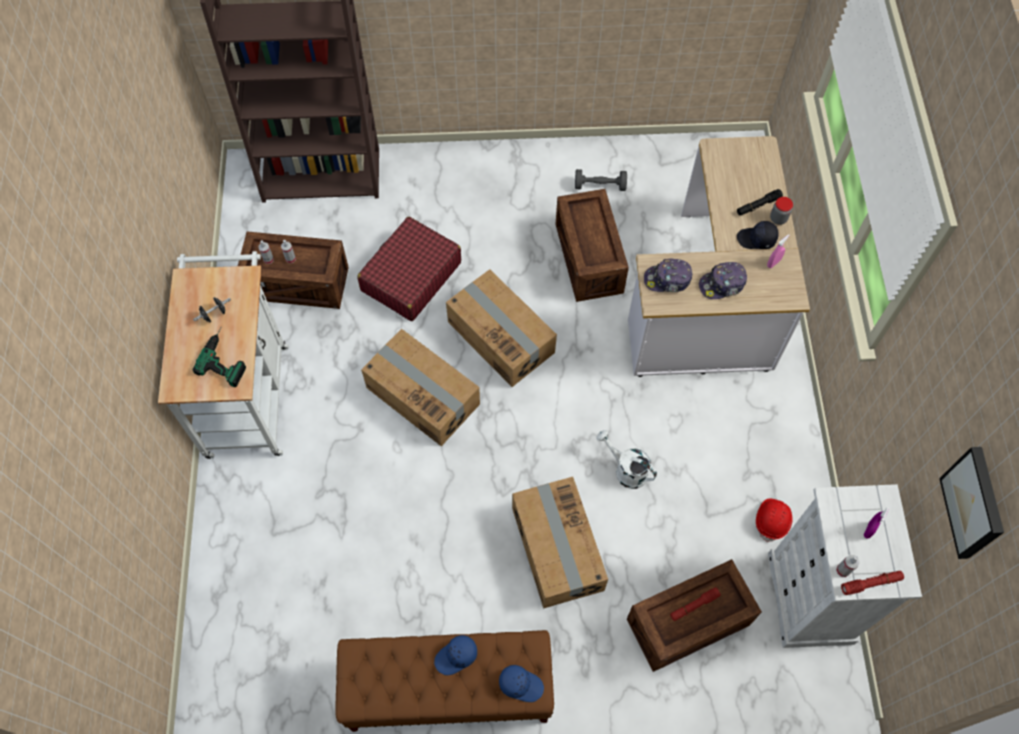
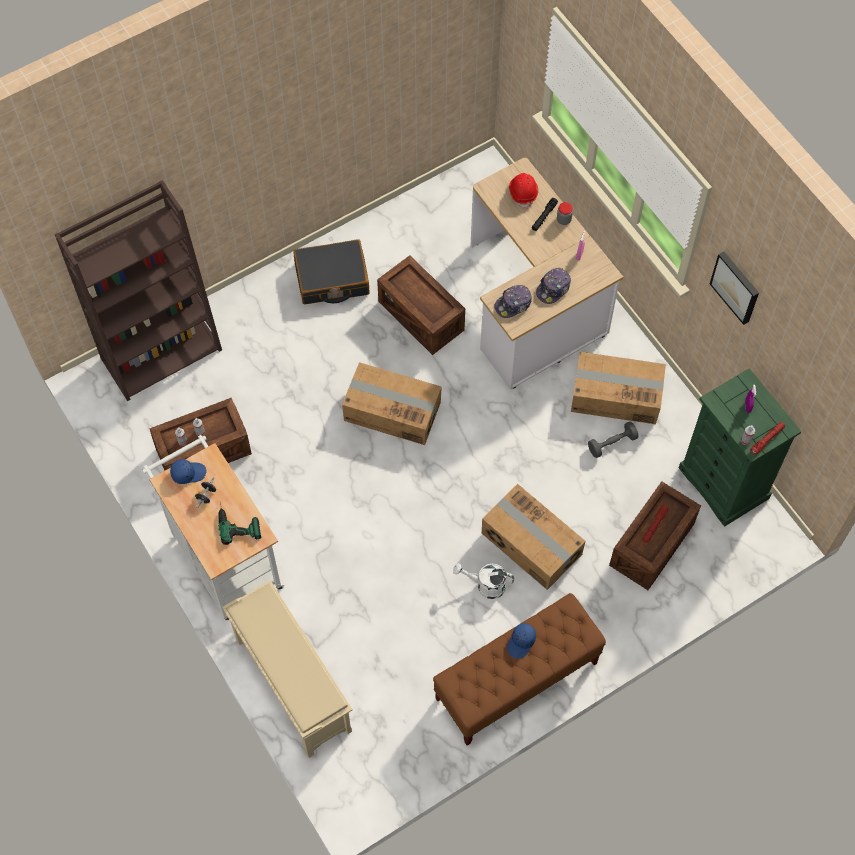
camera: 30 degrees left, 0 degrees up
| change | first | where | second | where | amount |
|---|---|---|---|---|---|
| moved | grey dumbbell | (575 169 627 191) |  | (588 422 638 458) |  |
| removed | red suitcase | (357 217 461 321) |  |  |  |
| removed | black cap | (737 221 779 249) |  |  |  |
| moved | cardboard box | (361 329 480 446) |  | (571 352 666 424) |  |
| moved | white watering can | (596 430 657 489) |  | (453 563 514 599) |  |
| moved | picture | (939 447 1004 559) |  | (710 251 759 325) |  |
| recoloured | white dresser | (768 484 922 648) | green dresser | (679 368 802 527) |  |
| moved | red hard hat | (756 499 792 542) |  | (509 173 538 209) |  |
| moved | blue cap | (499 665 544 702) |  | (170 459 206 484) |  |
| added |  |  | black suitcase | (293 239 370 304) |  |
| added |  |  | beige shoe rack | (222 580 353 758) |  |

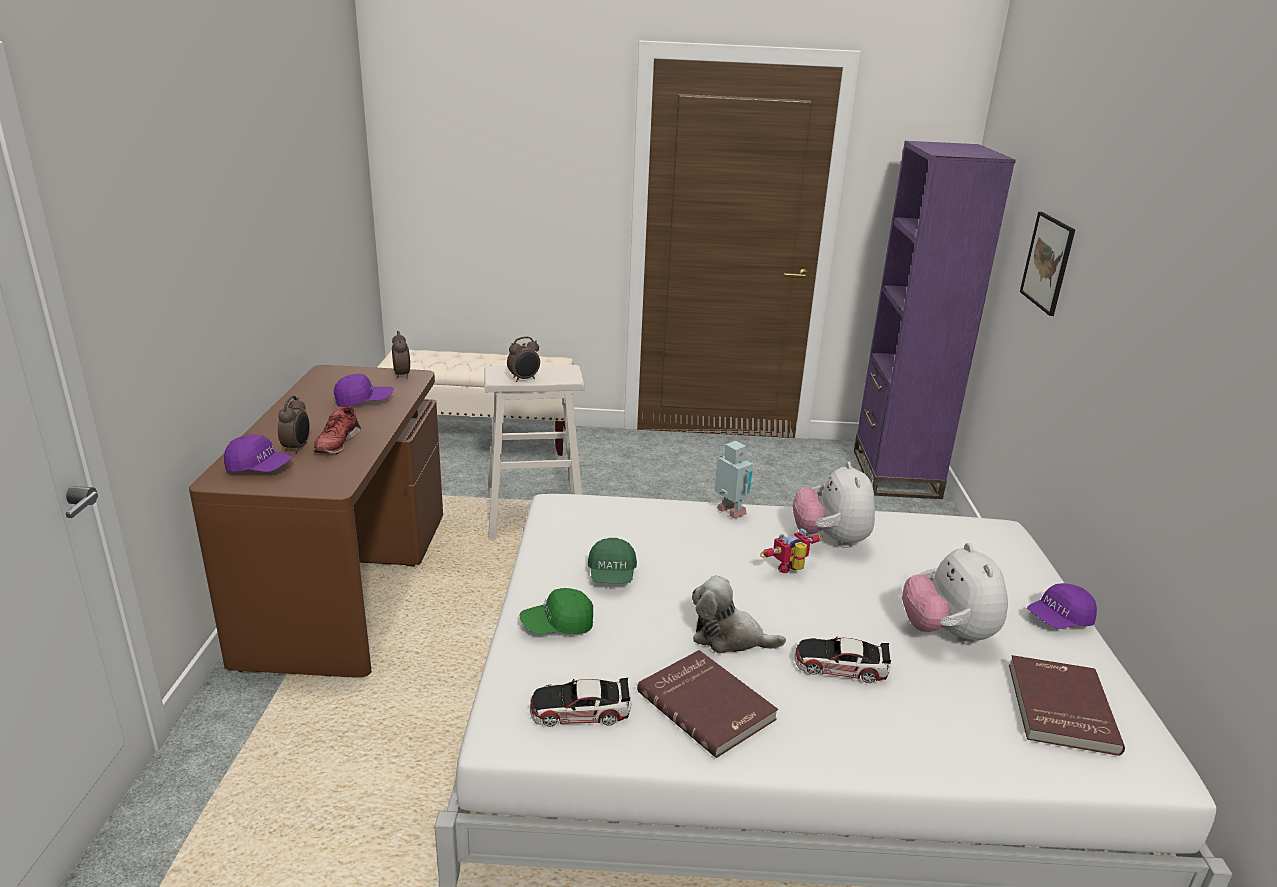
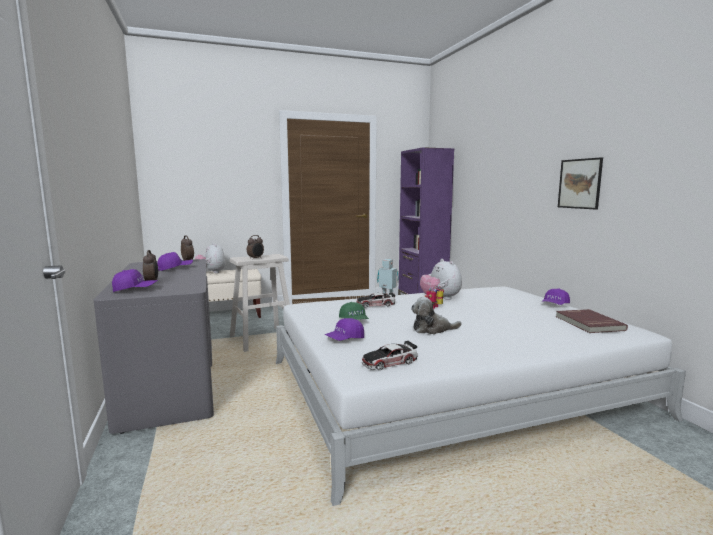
camera: 20 degrees left, 15 degrees down
| change | first | where | second | where | amount |
|---|---|---|---|---|---|
| moved | picture | (1020 212 1075 316) |  | (558 157 603 210) |  |
| recoloured | brown desk | (189 365 443 678) | grey desk | (94 259 214 434) |  |
| removed | red shoe | (313 407 361 454) |  |  |  |
| moved | plush toy | (902 543 1008 644) |  | (195 243 226 273) |  |
| recoloured | green cap | (519 588 593 634) | purple cap | (325 318 364 341) |  |
| moved | toy car | (795 637 891 683) |  | (356 292 395 308) |  |
| removed | red book | (637 650 778 758) |  |  |  |

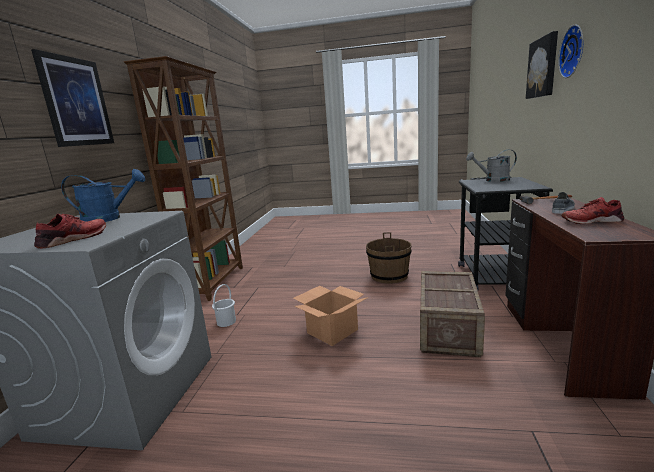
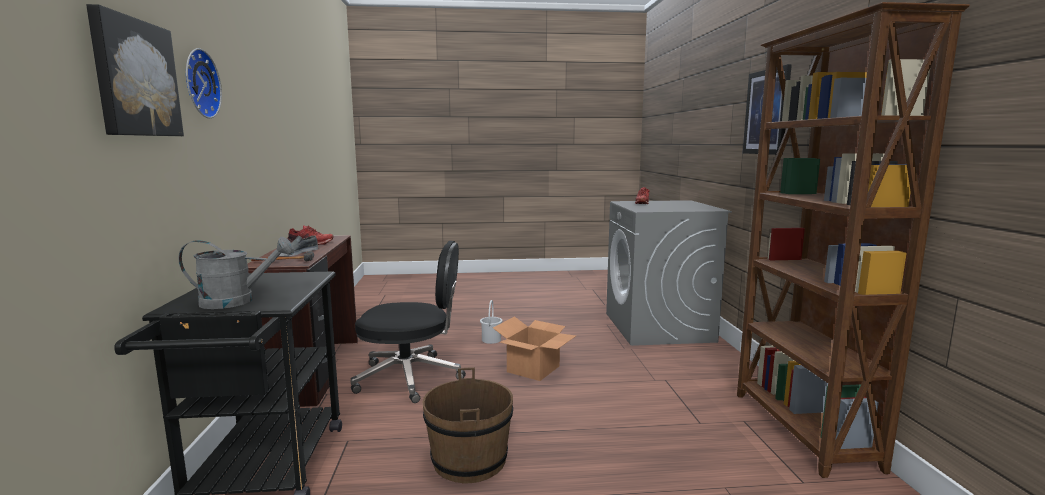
camera: 165 degrees right, 5 degrees down
| change | first | where | second | where | amount |
|---|---|---|---|---|---|
| removed | blue watering can | (61 169 145 222) |  |  |  |
| replaced | crate | (420 271 485 357) | black office chair | (350 241 466 403) |  |
| moved | white bucket | (212 284 236 327) |  | (480 300 502 344) |  |

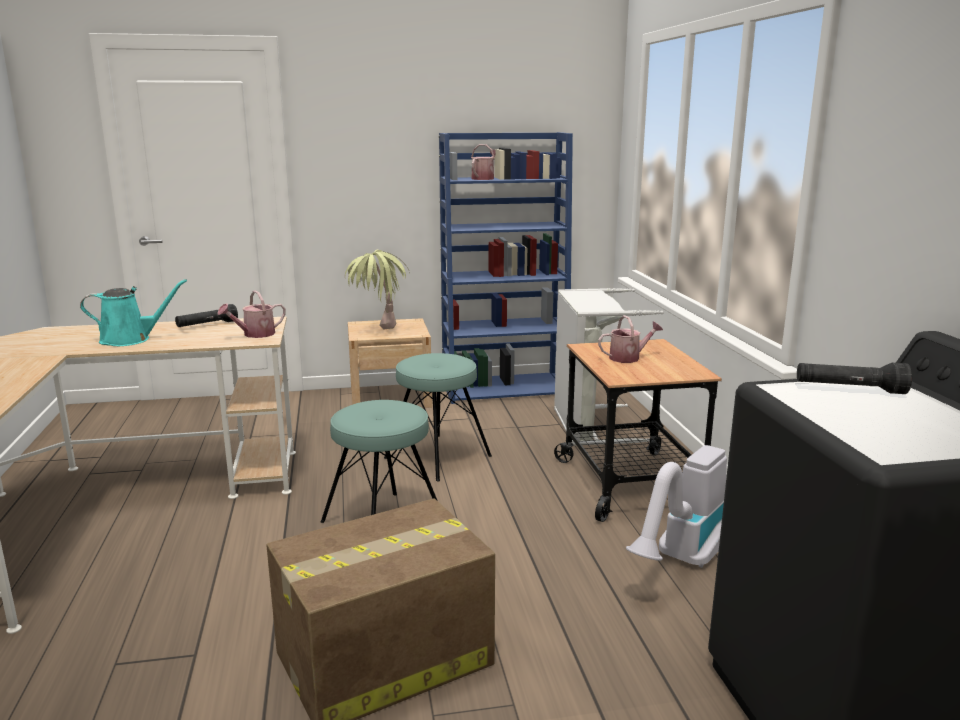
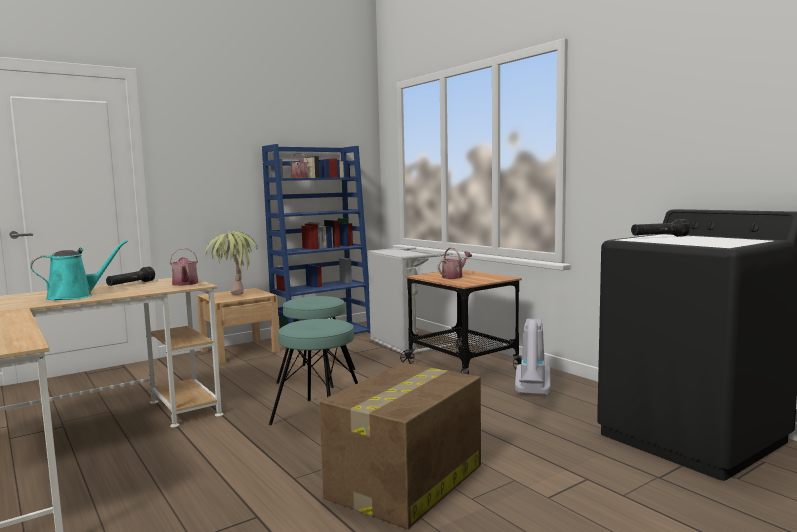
camera: 25 degrees left, 10 degrees down
| change | first | where | second | where | amount |
|---|---|---|---|---|---|
| turned | watering can | (217 291 286 338) |  | (169 248 198 286) | 45 degrees counterclockwise |

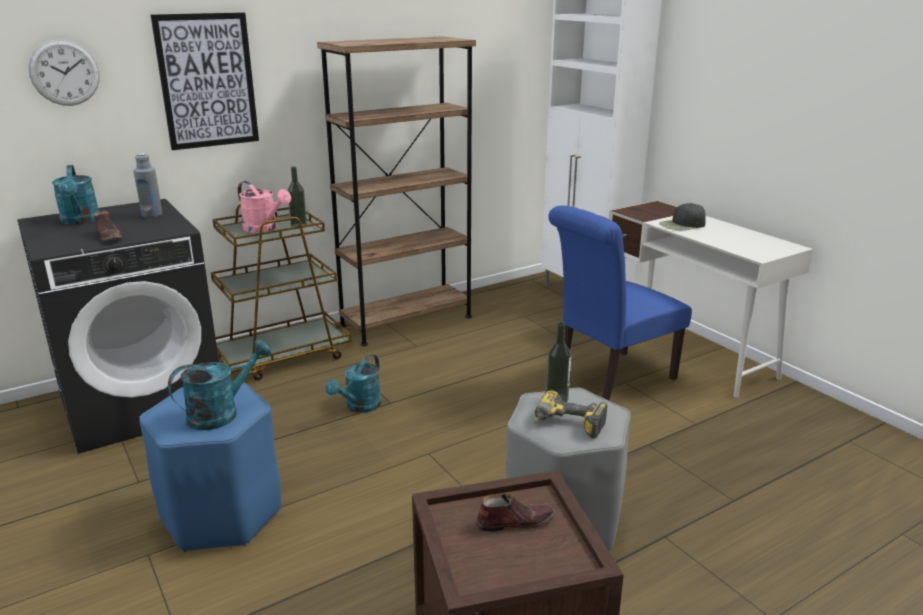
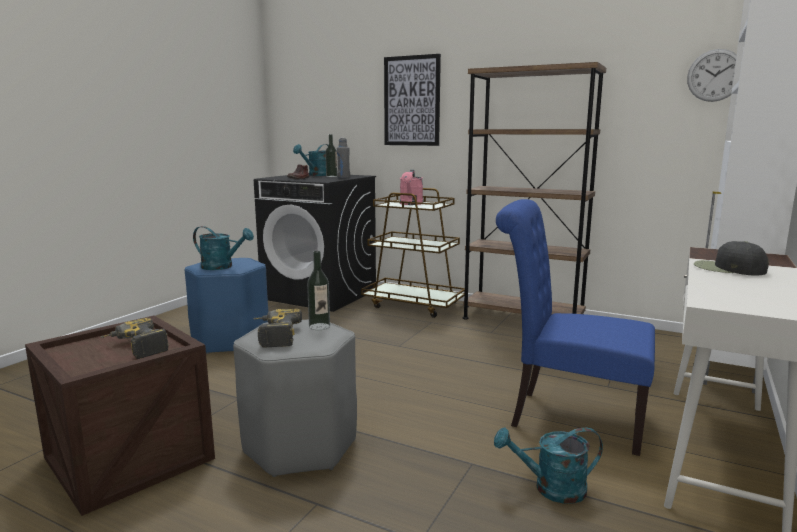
camera: 60 degrees right, 10 degrees down
| change | first | where | second | where | amount |
|---|---|---|---|---|---|
| moved | wall clock | (28 39 100 106) |  | (687 49 737 102) |  |
| moved | bottle | (288 166 307 229) |  | (325 134 337 177) |  |
| moved | turquoise watering can | (325 354 382 413) |  | (494 427 603 504) |  |
| replaced | brown shoe | (476 493 556 532) | power drill | (100 318 169 359) |  |

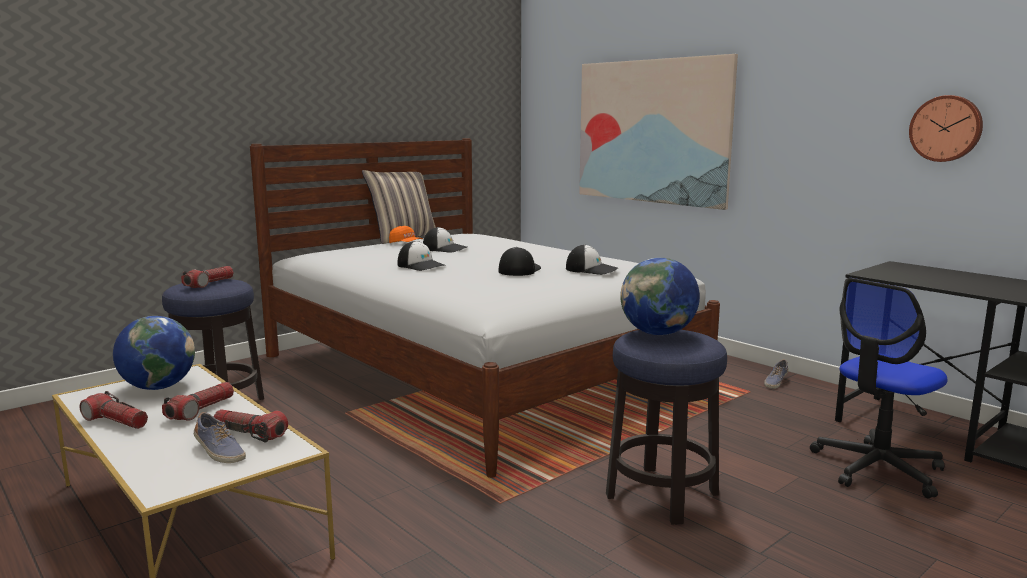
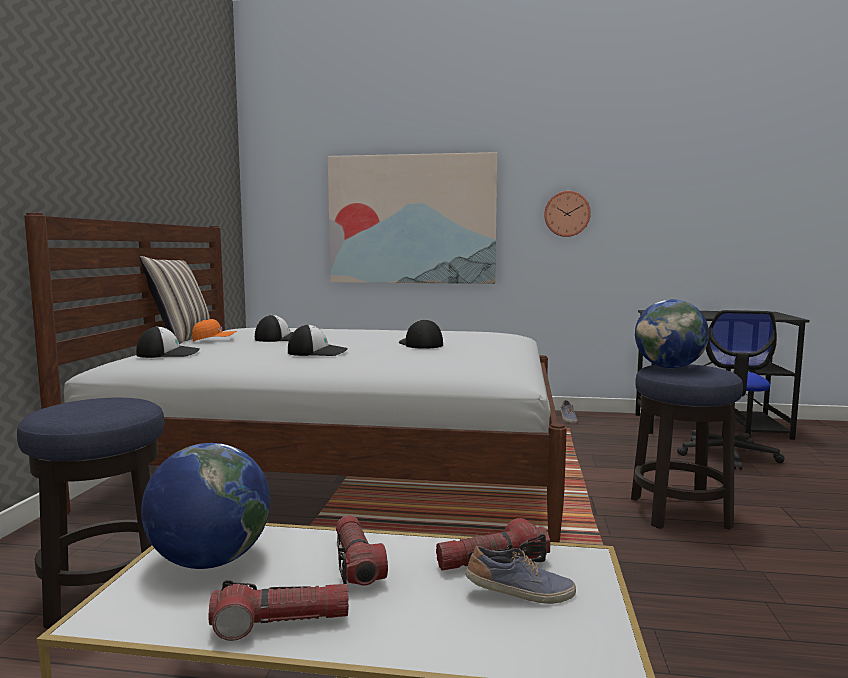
camera: 40 degrees left, 5 degrees down
| change | first | where | second | where | amount |
|---|---|---|---|---|---|
| moved | wall clock | (909 95 983 162) |  | (544 191 591 237) |  |
| moved | cap | (566 244 618 275) |  | (136 326 200 358) |  |
| removed | flashlight | (181 266 234 288) |  |  |  |

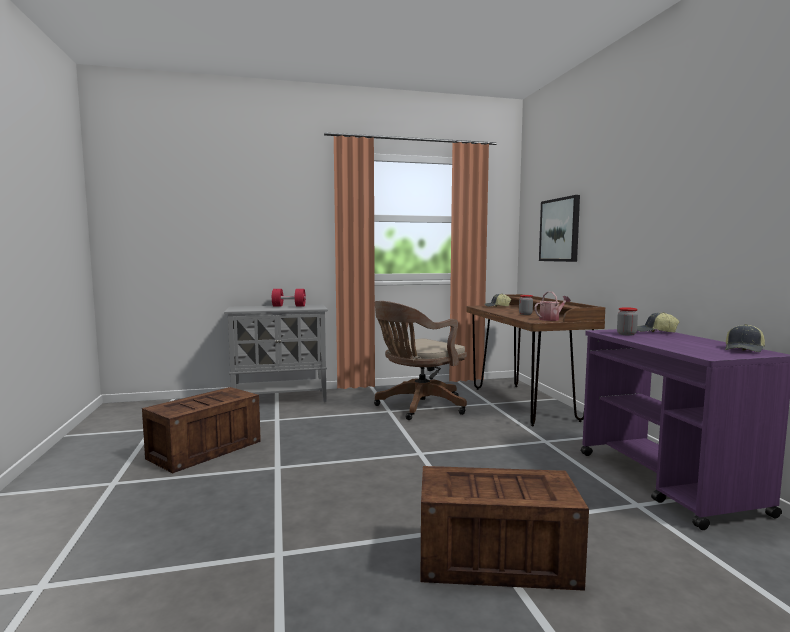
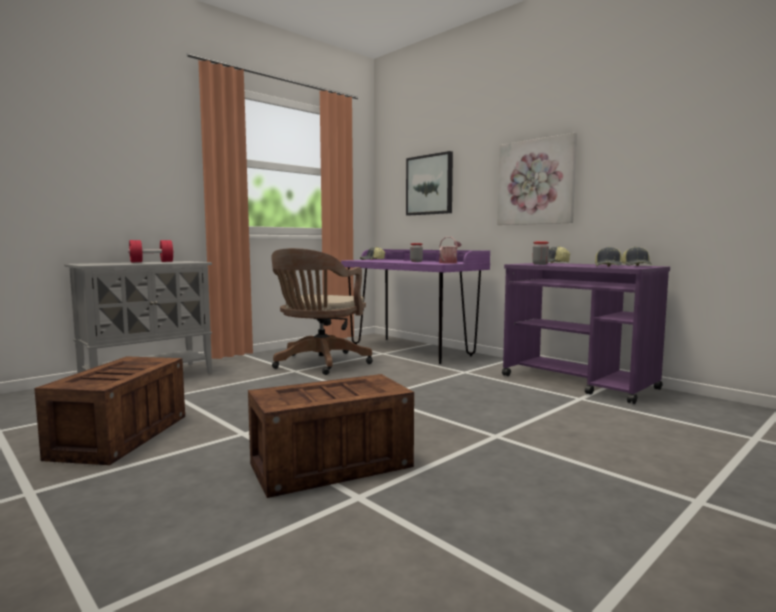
camera: 30 degrees left, 0 degrees up
| change | first | where | second | where | amount |
|---|---|---|---|---|---|
| recoloured | brown desk | (466 294 605 426) | purple desk | (341 249 490 364) |  |
| moved | crate | (420 466 589 591) |  | (248 374 414 498) |  |
| added |  |  | picture | (497 133 577 225) |  |
| added |  |  | cap | (595 246 623 267) |  |

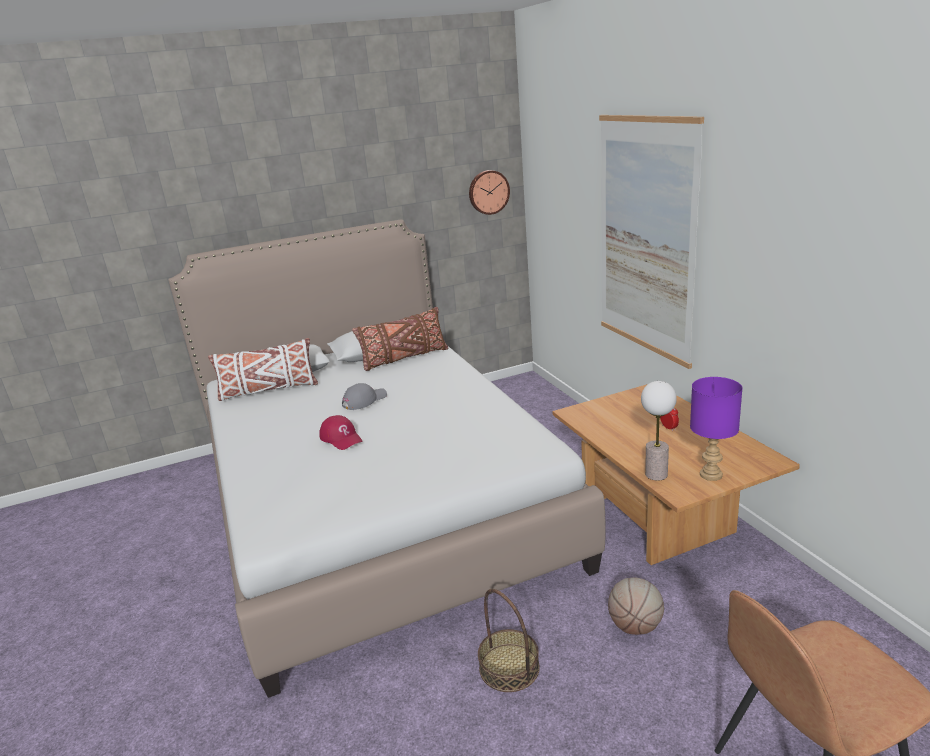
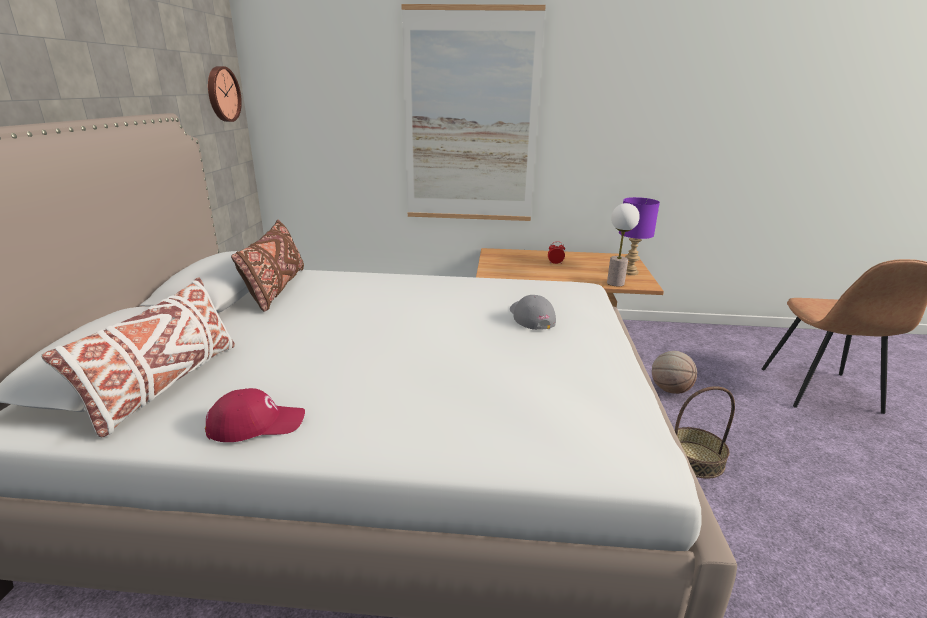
camera: 65 degrees left, 0 degrees up
| change | first | where | second | where | amount |
|---|---|---|---|---|---|
| moved | grey cap | (342 383 387 410) |  | (510 295 556 330) |  |
| moved | red cap | (319 415 362 450) |  | (205 388 305 442) |  |

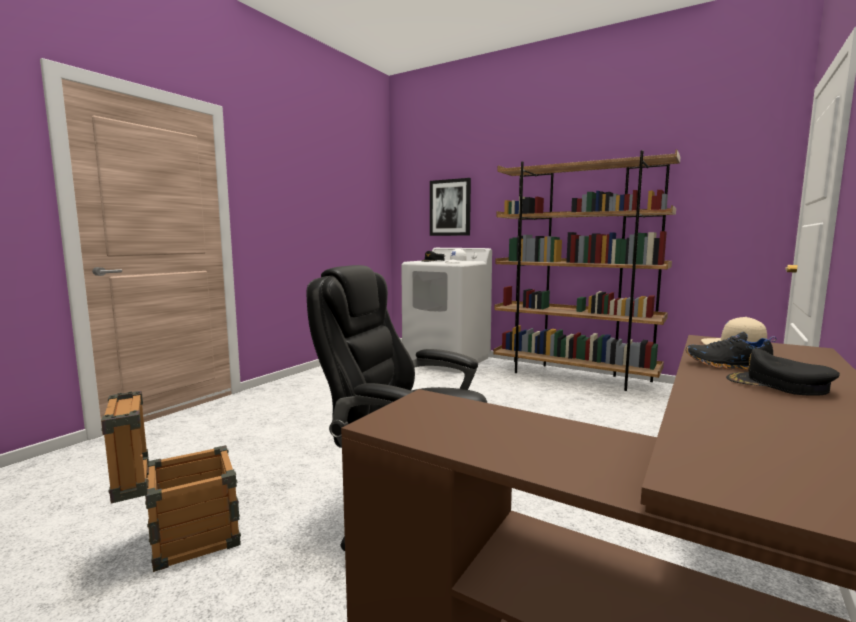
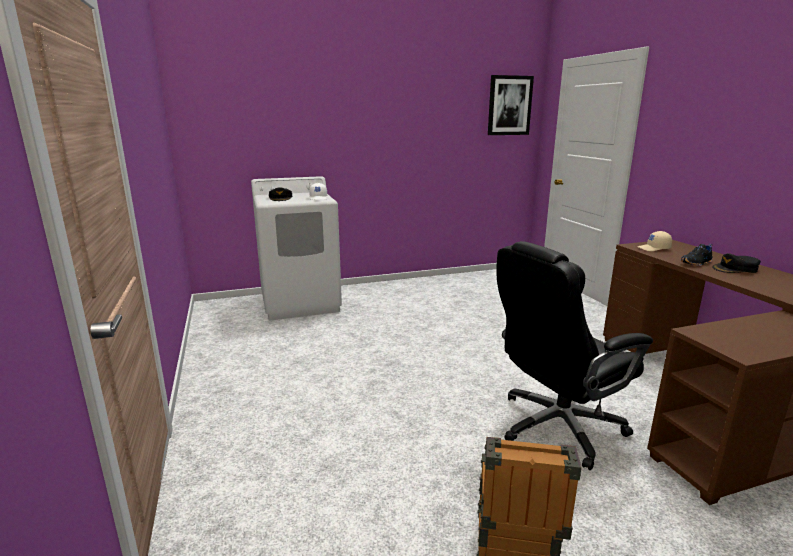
camera: 50 degrees left, 10 degrees up
| change | first | where | second | where | amount |
|---|---|---|---|---|---|
| removed | brown bookcase | (493 149 680 391) |  |  |  |
| moved | picture | (430 178 471 236) |  | (488 75 534 135) |  |

